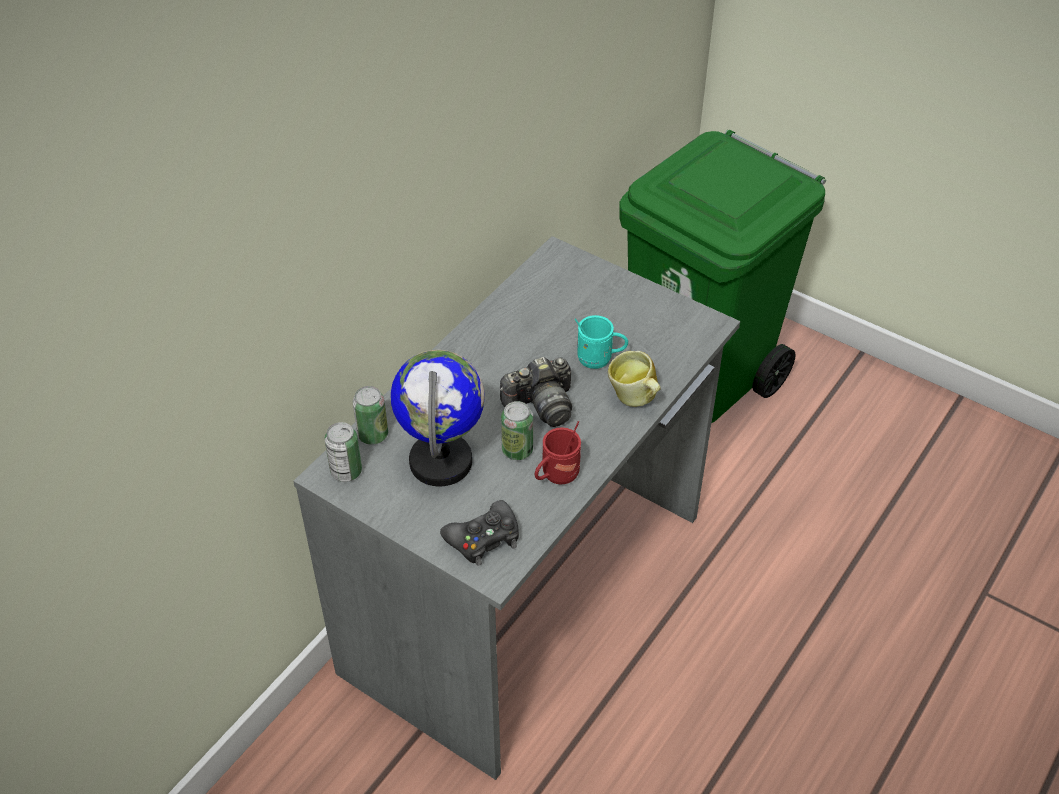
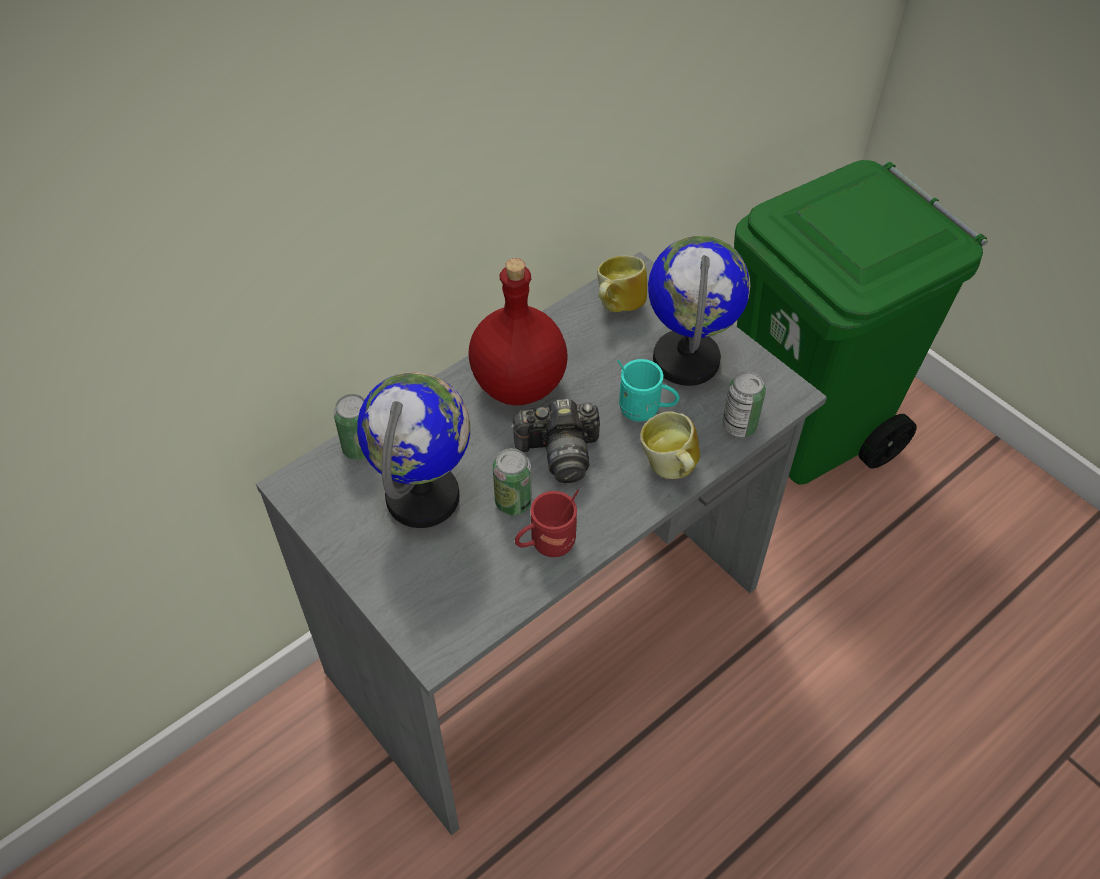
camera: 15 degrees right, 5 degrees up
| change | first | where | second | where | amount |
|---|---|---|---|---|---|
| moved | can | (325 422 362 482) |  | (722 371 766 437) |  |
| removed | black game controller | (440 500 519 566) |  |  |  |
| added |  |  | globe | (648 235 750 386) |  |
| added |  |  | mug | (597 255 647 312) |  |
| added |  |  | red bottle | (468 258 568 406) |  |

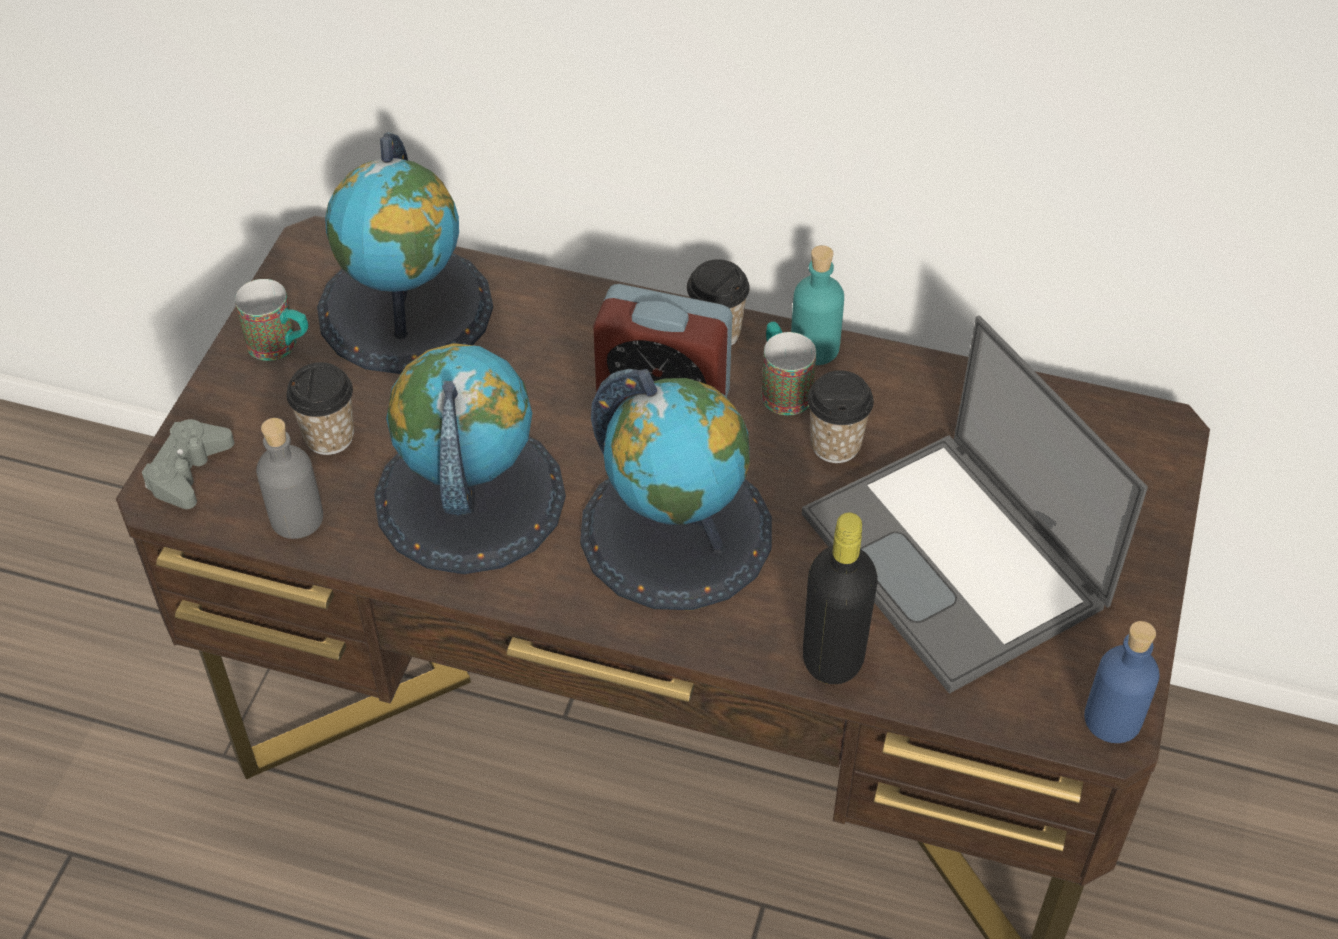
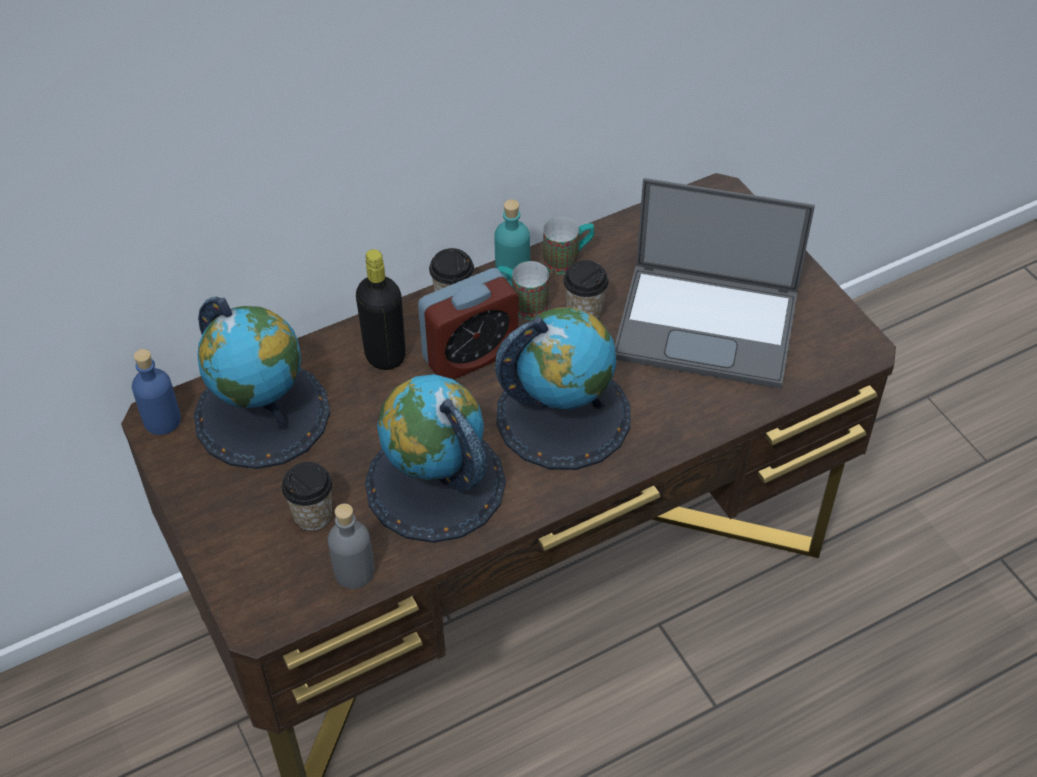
camera: 45 degrees left, 0 degrees up
| change | first | where | second | where | amount |
|---|---|---|---|---|---|
| moved | mug | (235 279 308 361) |  | (543 217 594 274) |  |
| removed | grey game controller | (142 419 234 509) |  |  |  |
| moved | black bottle | (803 513 878 684) |  | (356 249 406 370) |  |
| moved | blue bottle | (1084 621 1160 743) |  | (132 349 181 435) |  |

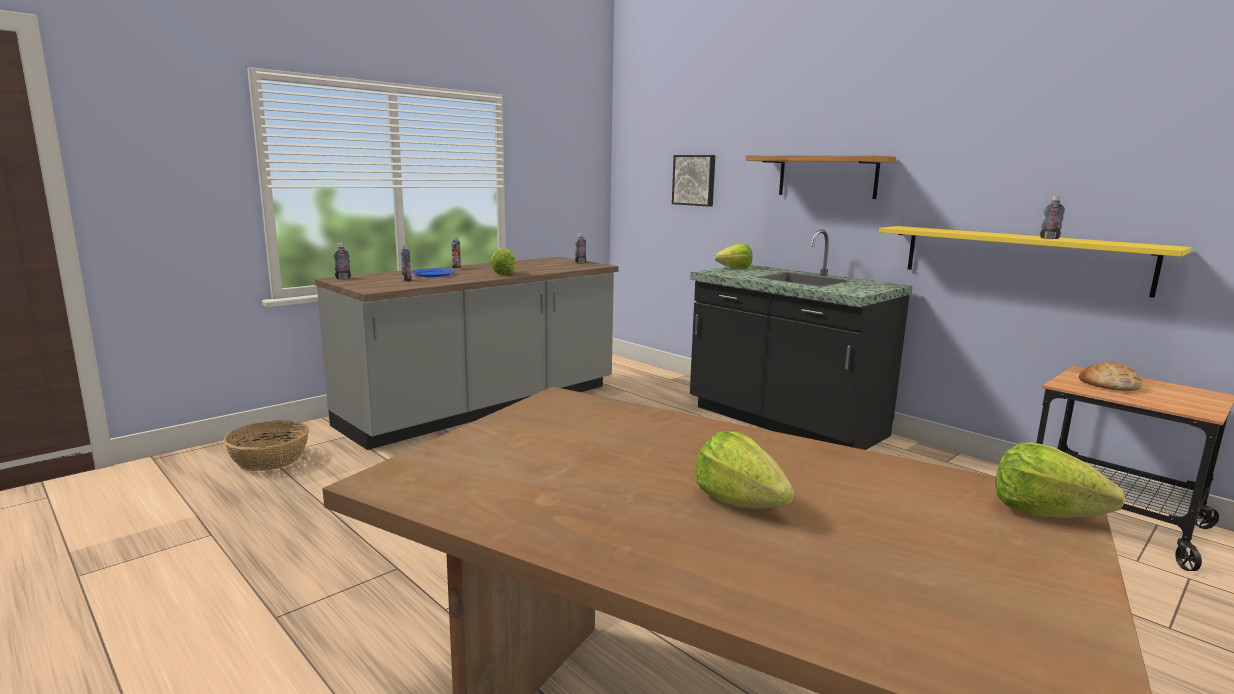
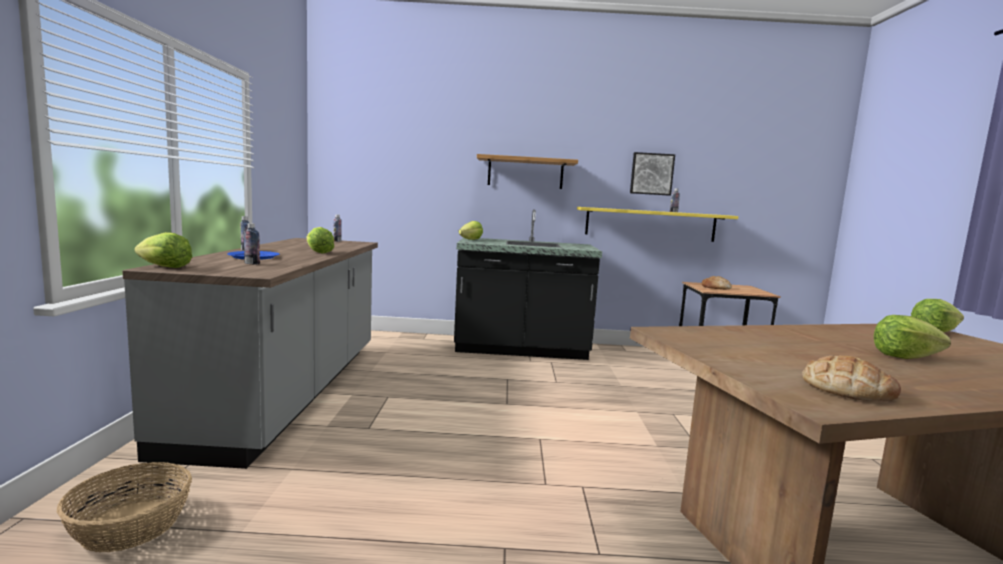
camera: 45 degrees left, 5 degrees down
| change | first | where | second | where | amount |
|---|---|---|---|---|---|
| moved | picture | (672 155 715 207) |  | (630 152 675 196) |  |
| replaced | bottle | (333 243 351 279) | lettuce | (134 232 192 268) |  |
| added |  |  | bread | (802 355 901 401) |  |

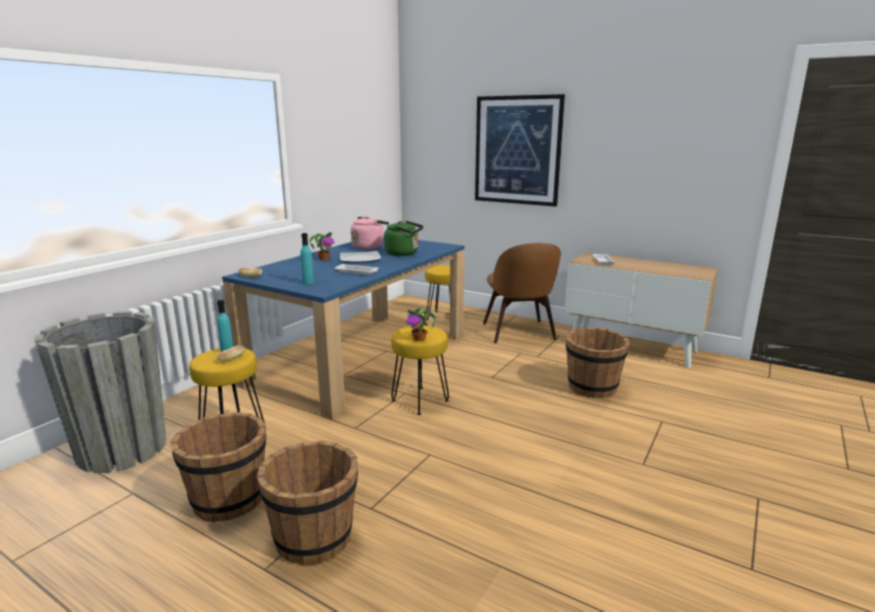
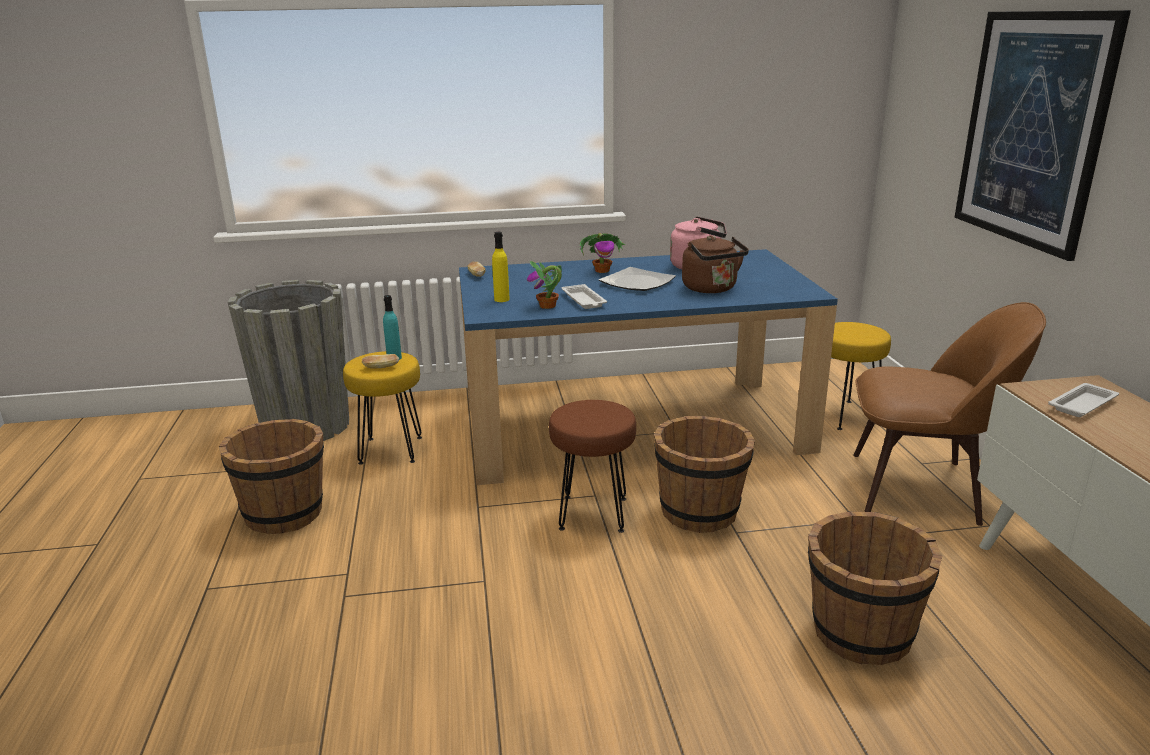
camera: 50 degrees right, 5 degrees up
| change | first | where | second | where | amount |
|---|---|---|---|---|---|
| recoloured | green kettle | (384 221 423 256) | brown kettle | (682 235 749 293) |  |
| recoloured | turquoise bottle | (300 233 314 285) | yellow bottle | (492 232 510 302) |  |
| turned | brown chair | (483 243 561 343) |  | (853 302 1046 526) | 120 degrees counterclockwise |
| moved | potted plant | (406 308 436 341) |  | (527 261 562 309) |  |
| recoloured | yellow stool | (391 326 449 415) | brown stool | (549 400 636 533) |  |
| moved | brown bucket | (257 440 358 565) |  | (654 416 755 533) |  |

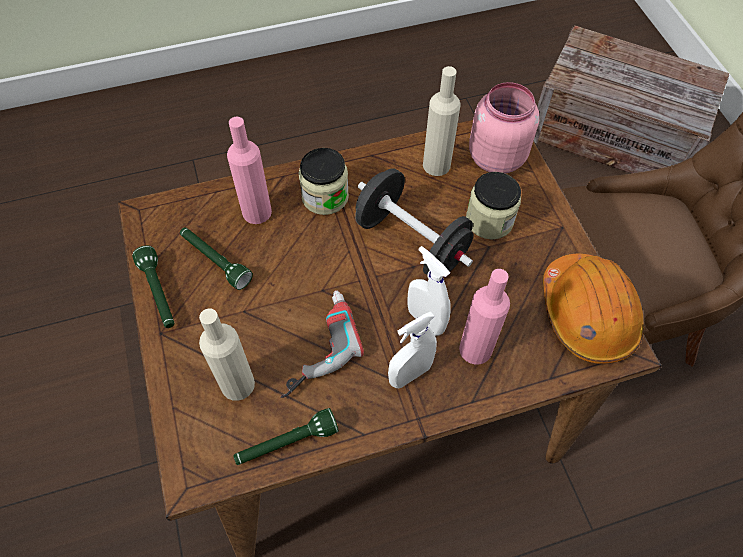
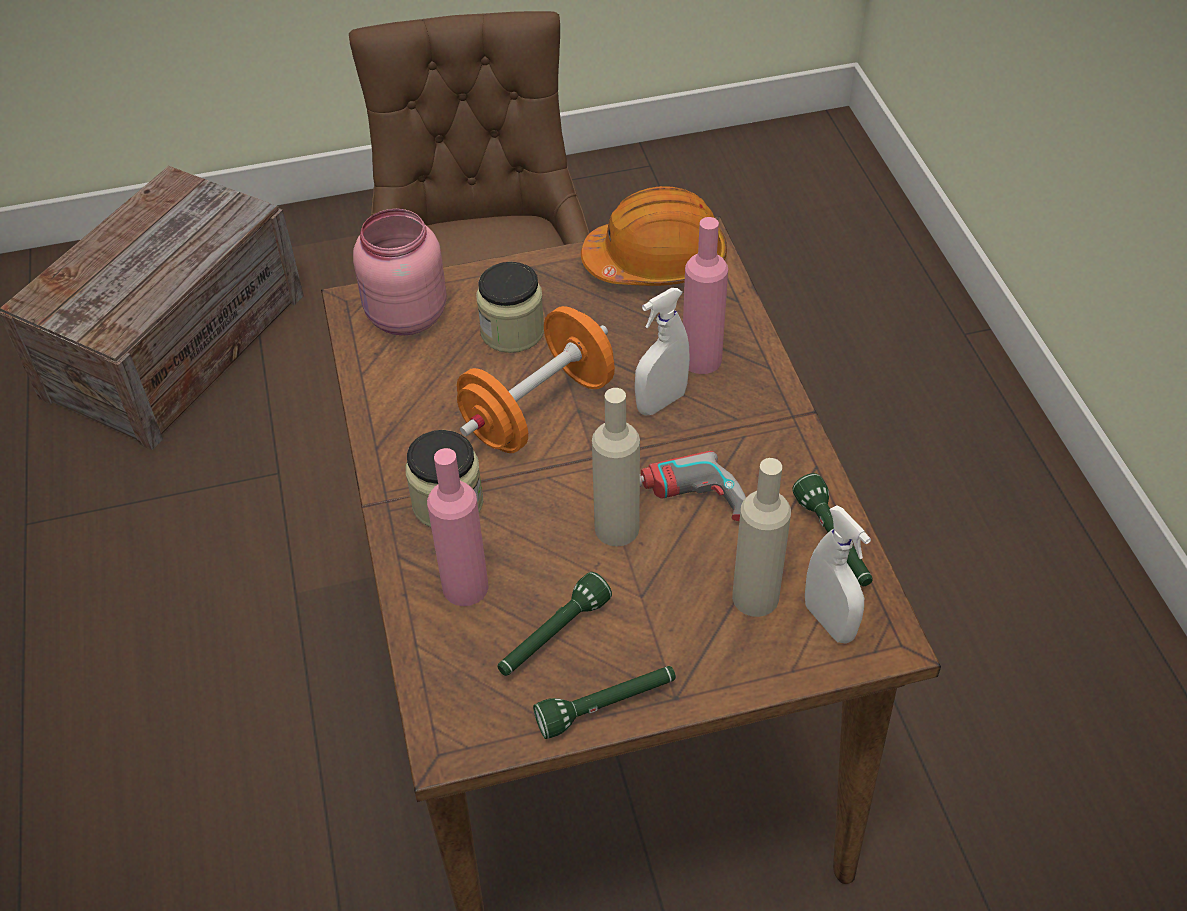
camera: 85 degrees left, 10 degrees down
| change | first | where | second | where | amount |
|---|---|---|---|---|---|
| moved | beige bottle | (423 66 461 176) |  | (592 388 640 546) |  |
| recoloured | black dumbbell | (355 168 473 275) | orange dumbbell | (457 306 615 453) |  |
| moved | white spray bottle | (388 311 437 388) |  | (805 505 871 644) |  |

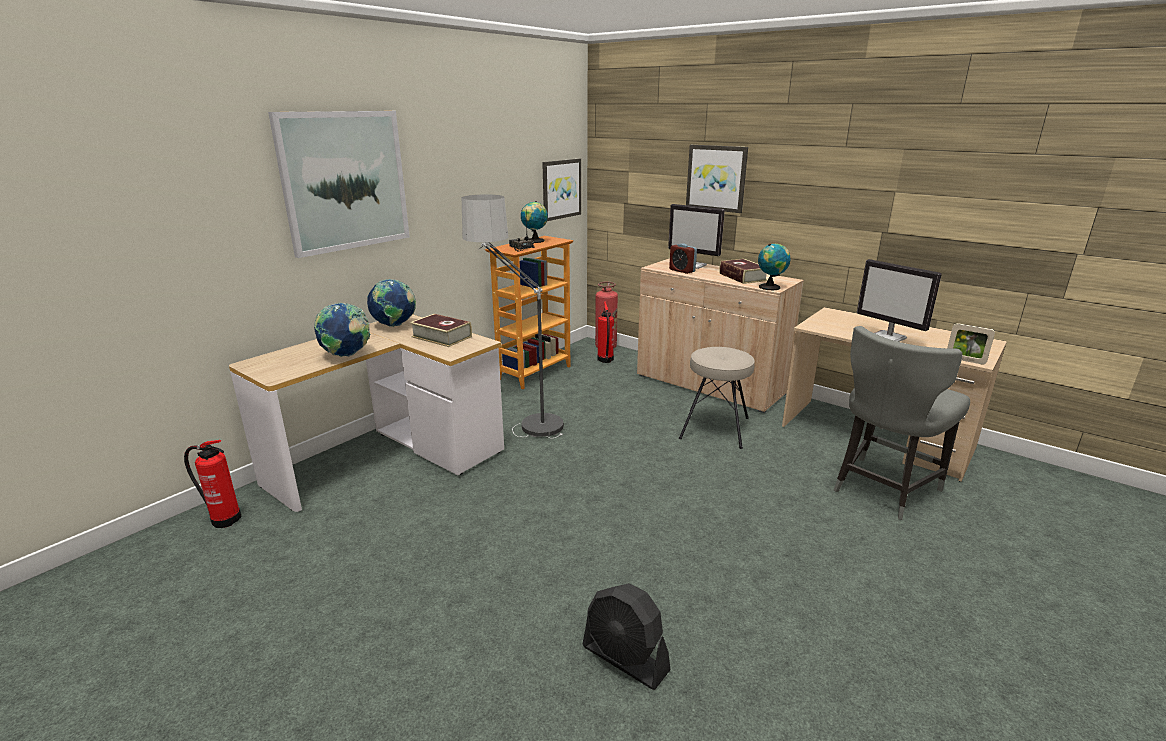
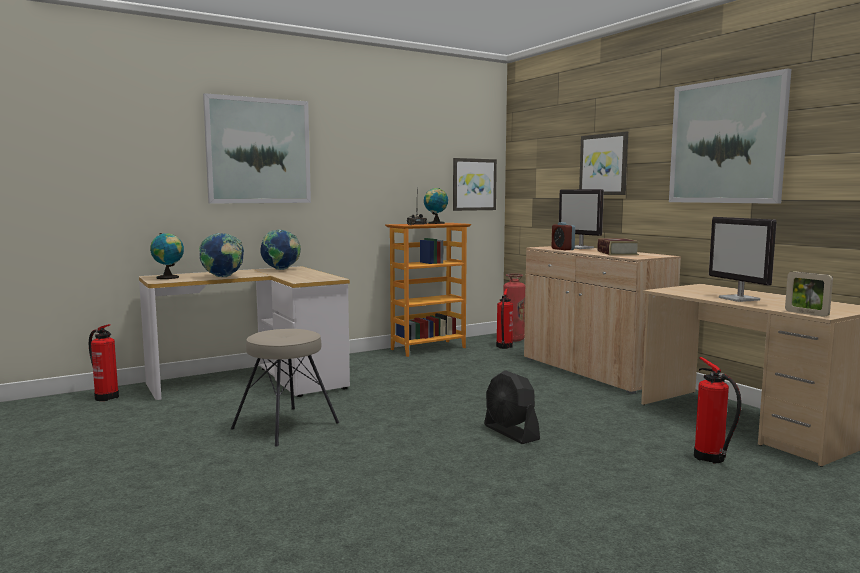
camera: 20 degrees right, 15 degrees down
| change | first | where | second | where | amount |
|---|---|---|---|---|---|
| removed | floor lamp | (462 194 564 439) |  |  |  |
| moved | globe | (758 244 790 290) |  | (150 233 184 279) |  |
| removed | book | (410 314 472 347) |  |  |  |
| replaced | grey chair | (834 326 970 520) | fire extinguisher | (694 357 742 463) |  |
| moved | beige stool | (679 347 755 449) |  | (231 329 339 447) |  |
| moved | black fan | (582 583 670 690) |  | (484 370 540 444) |  |
| added |  |  | picture | (669 68 791 204) |  |

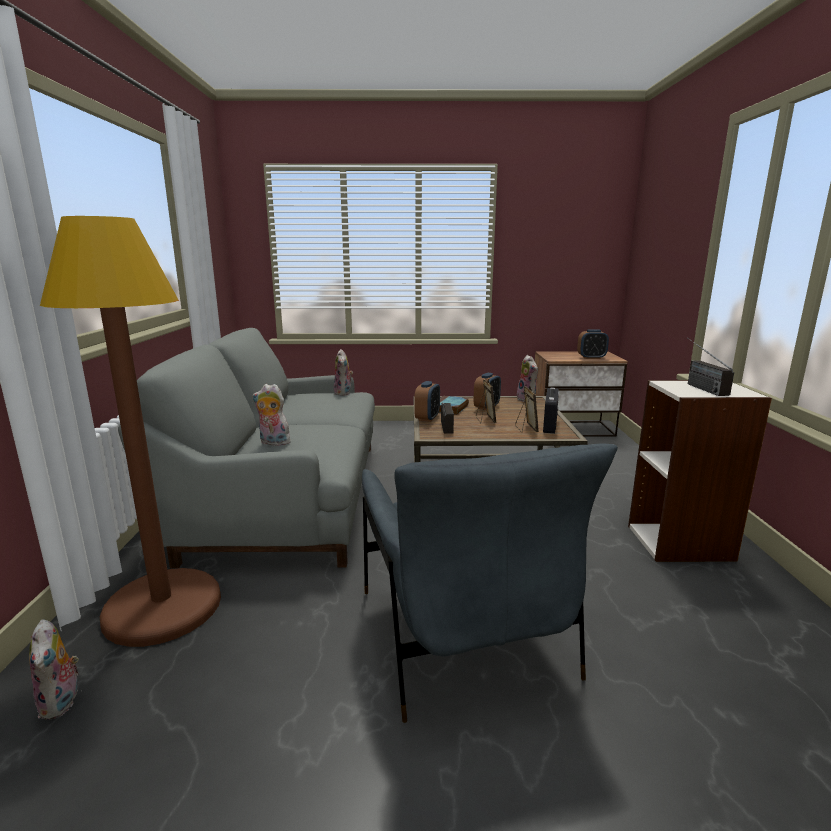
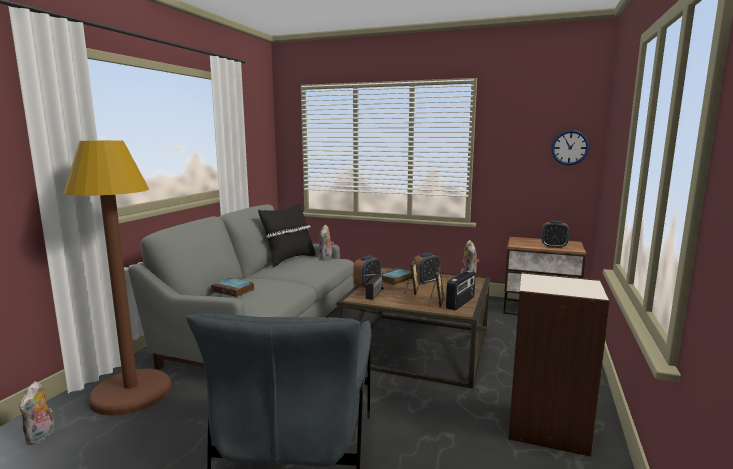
camera: 20 degrees right, 5 degrees down
| change | first | where | second | where | amount |
|---|---|---|---|---|---|
| removed | radio | (687 338 734 396) |  |  |  |
| replaced | plush toy | (252 384 291 446) | book | (211 278 255 297) |  |
| added |  |  | wall clock | (551 130 589 165) |  |
| added |  |  | black pillow | (258 203 316 267) |  |

